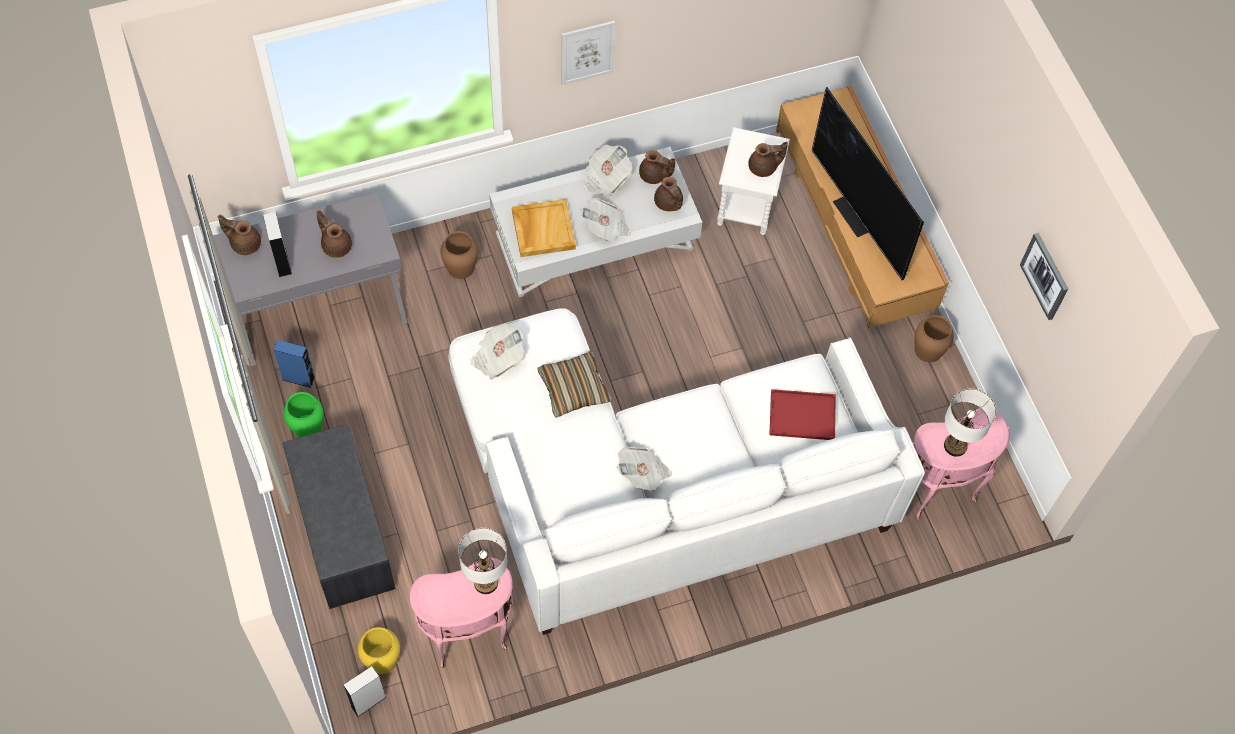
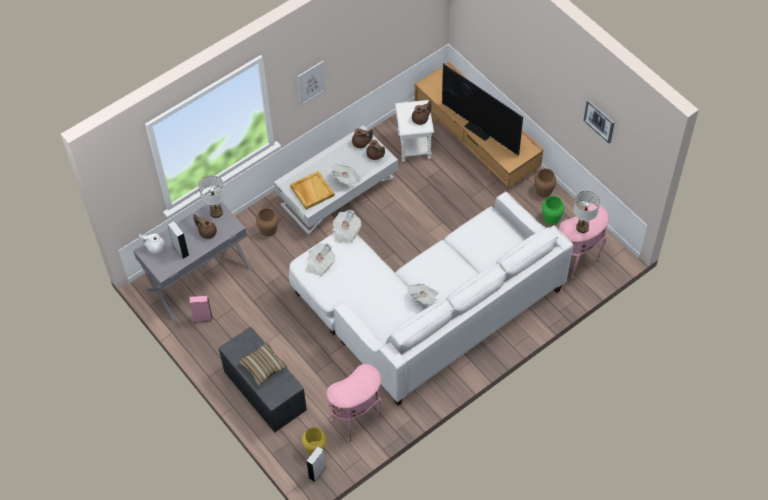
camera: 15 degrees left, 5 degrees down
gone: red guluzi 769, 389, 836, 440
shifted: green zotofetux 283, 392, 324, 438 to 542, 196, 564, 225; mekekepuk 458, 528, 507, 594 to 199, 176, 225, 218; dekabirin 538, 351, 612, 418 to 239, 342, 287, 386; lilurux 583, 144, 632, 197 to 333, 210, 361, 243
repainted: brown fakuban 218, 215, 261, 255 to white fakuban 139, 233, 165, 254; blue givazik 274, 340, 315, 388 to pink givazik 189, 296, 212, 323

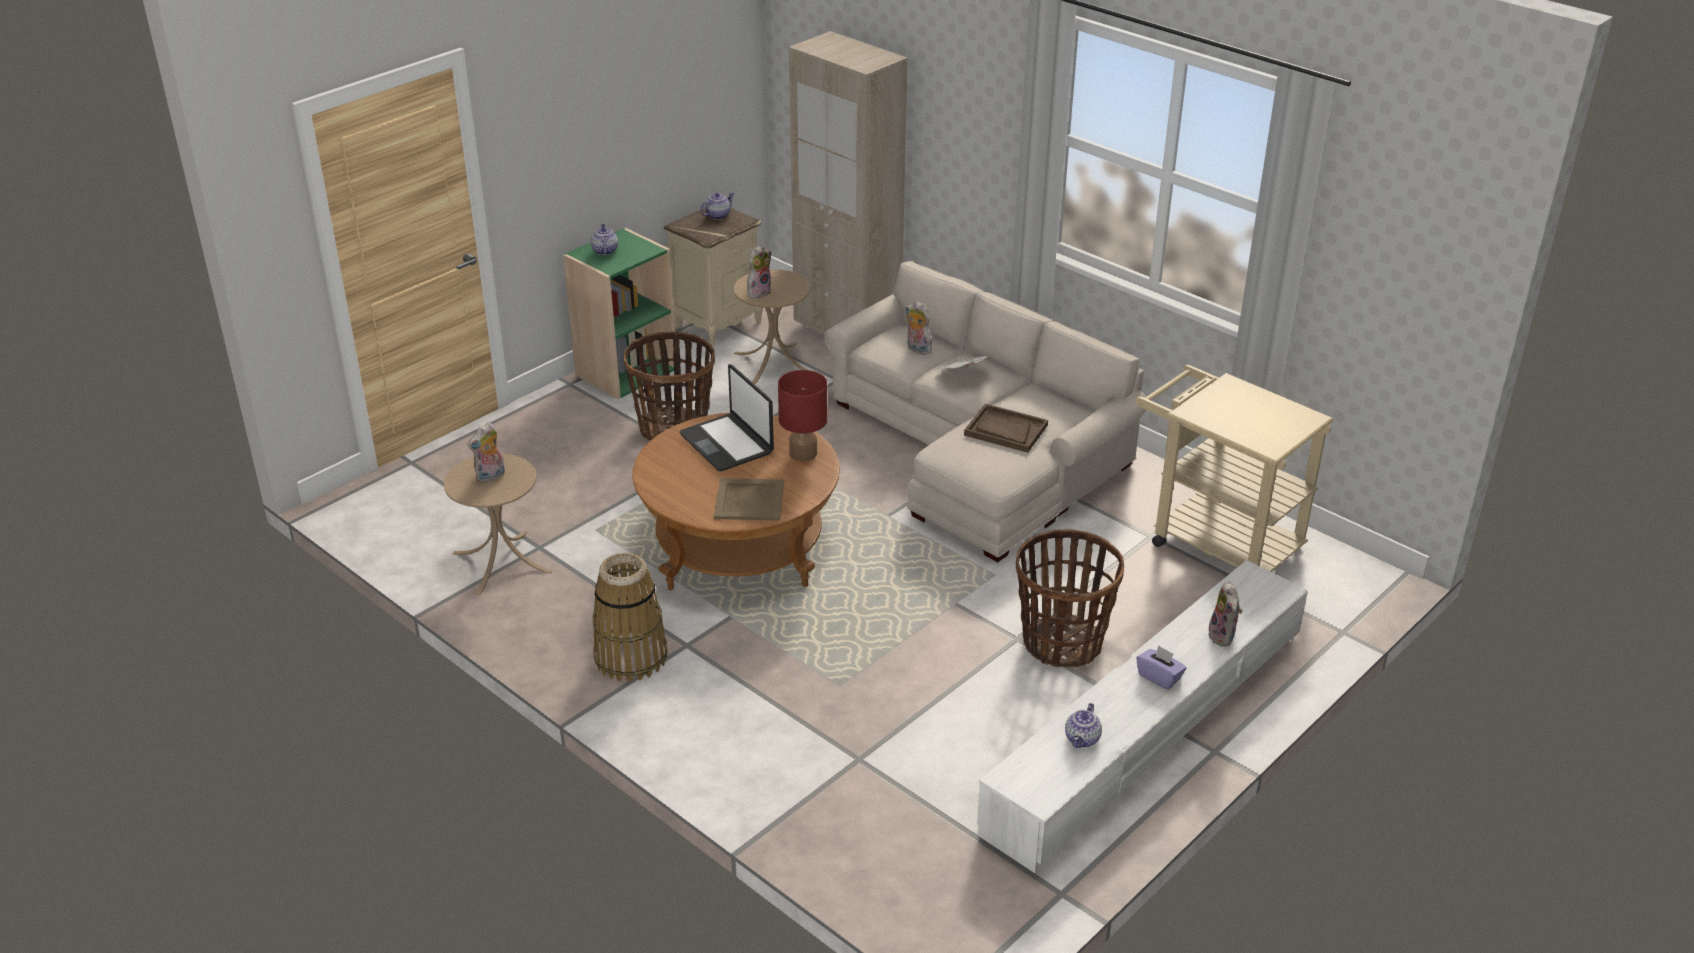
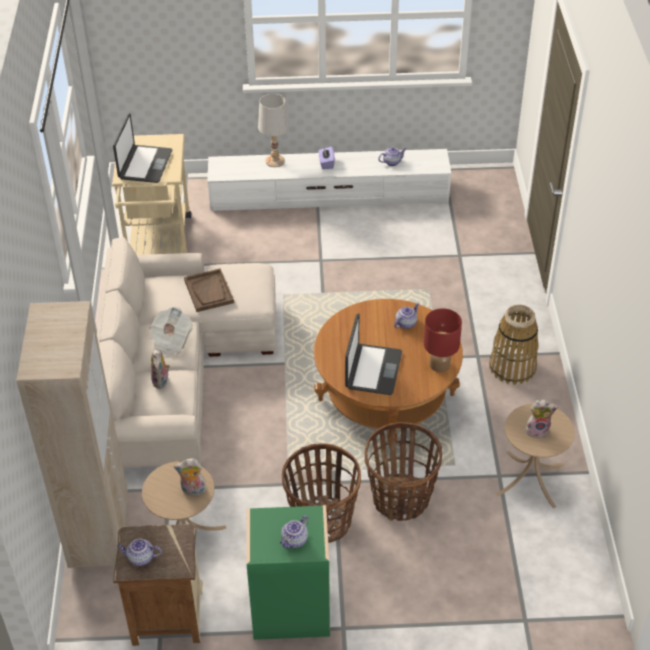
camera: 135 degrees left, 10 degrees up
new: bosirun 113, 113, 172, 183
shifted: red mekekepuk 778, 370, 827, 461 to 424, 308, 462, 372; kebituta 1016, 529, 1124, 667 to 365, 422, 442, 521
swapped: beige guluzi 714, 478, 784, 521 to fakuban 394, 303, 419, 329; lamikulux 1209, 580, 1242, 646 to white mekekepuk 258, 94, 289, 167

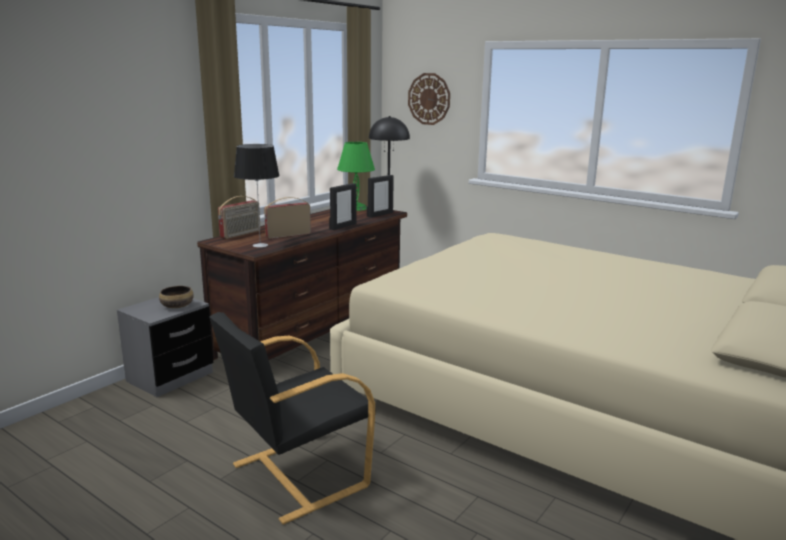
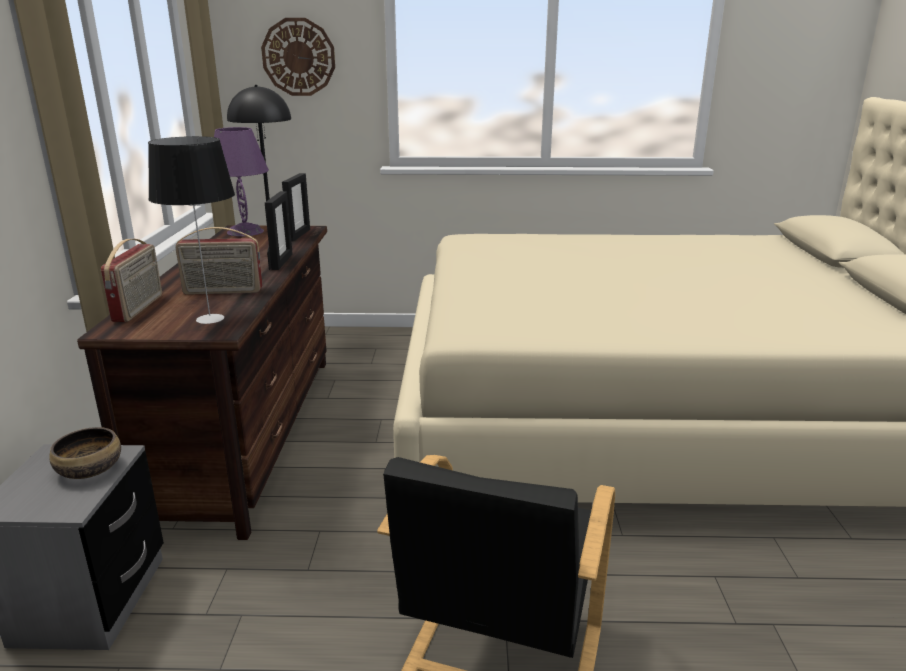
camera: 35 degrees left, 5 degrees up
repainted: green mekekepuk 337, 142, 375, 211 to purple mekekepuk 214, 127, 269, 237
rotated: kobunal 264, 197, 311, 239 = 175, 227, 263, 295 120 degrees counterclockwise

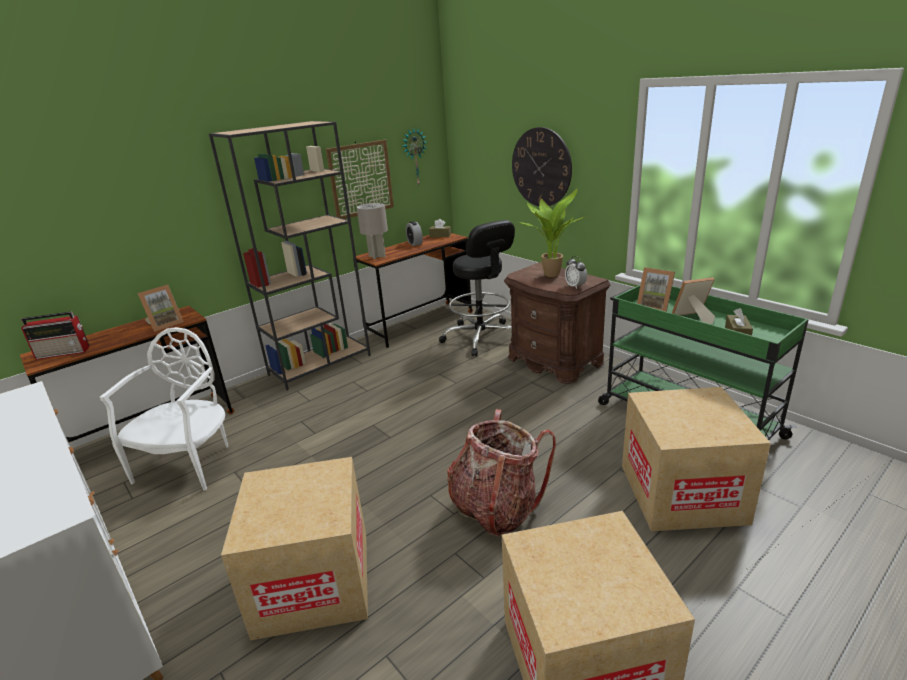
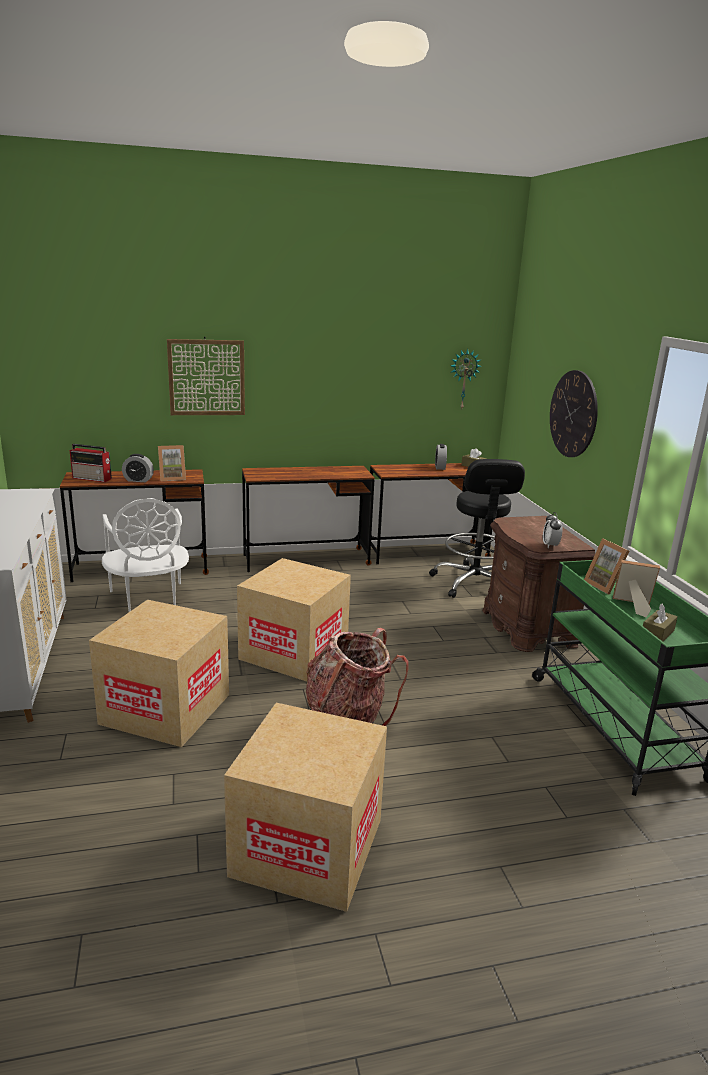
camera: 25 degrees right, 5 degrees down
gone: grey mekekepuk 357, 203, 388, 259; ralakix 516, 189, 584, 277
new: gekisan 122, 454, 154, 482
shifted: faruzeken 326, 140, 394, 219 to 167, 337, 245, 415; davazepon 622, 387, 771, 531 to 237, 558, 351, 682
swapped: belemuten 209, 121, 371, 390 to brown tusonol 242, 466, 375, 572
rotated: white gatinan 100, 327, 229, 491 = 102, 498, 189, 612 120 degrees clockwise

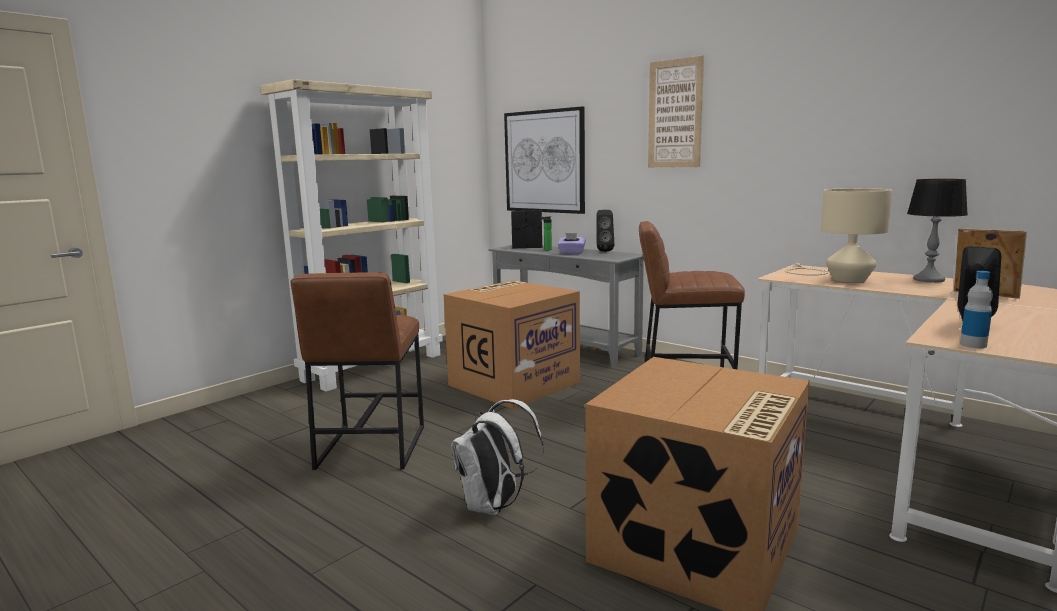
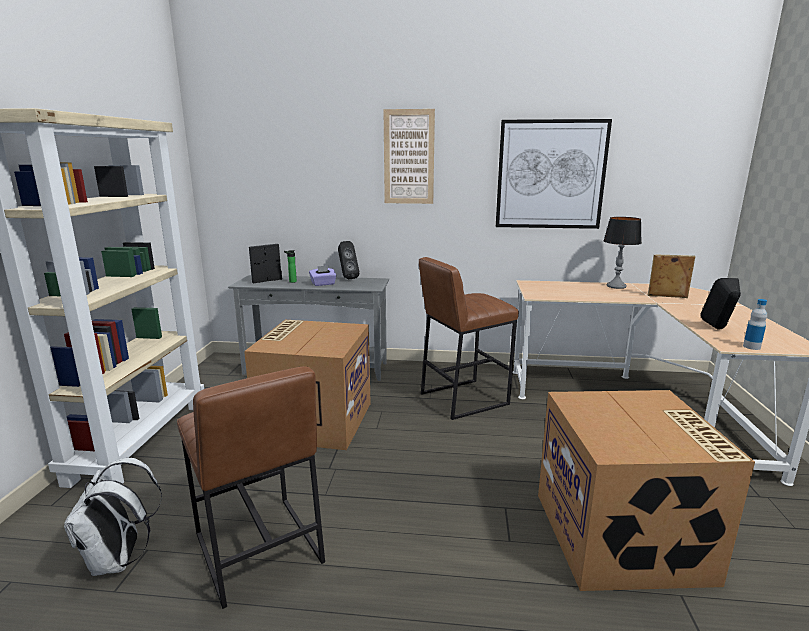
camera: 35 degrees left, 5 degrees up
gone: beige mekekepuk 784, 188, 892, 283
shifted: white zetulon 451, 399, 544, 515 to 64, 458, 162, 576; faruzeken 504, 106, 585, 214 to 496, 119, 612, 229

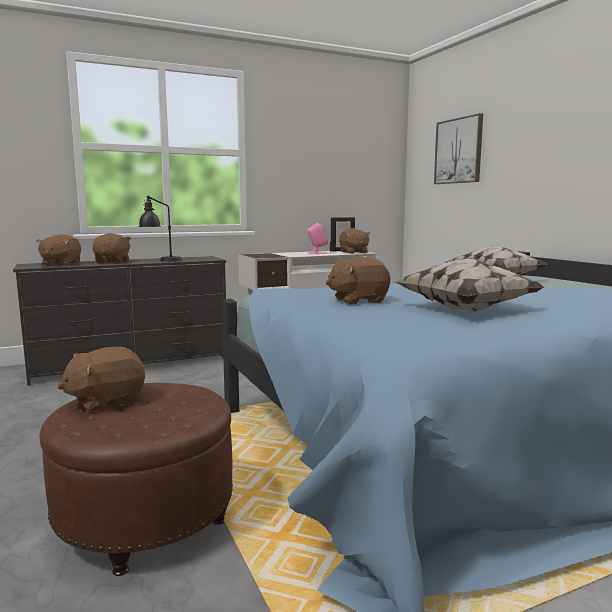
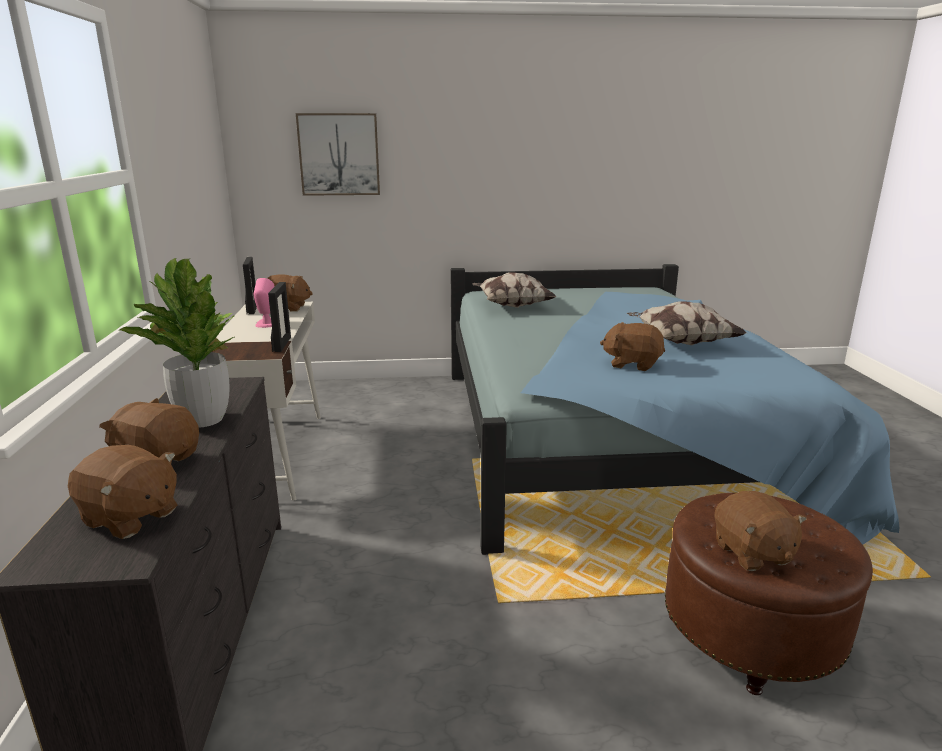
camera: 70 degrees left, 10 degrees up
new: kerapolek 268, 282, 291, 352
swapped: black mekekepuk 139, 196, 182, 262 to ralakix 120, 258, 235, 428
rotated: brown lamikulux 326, 257, 390, 305 = 600, 322, 665, 371 105 degrees clockwise

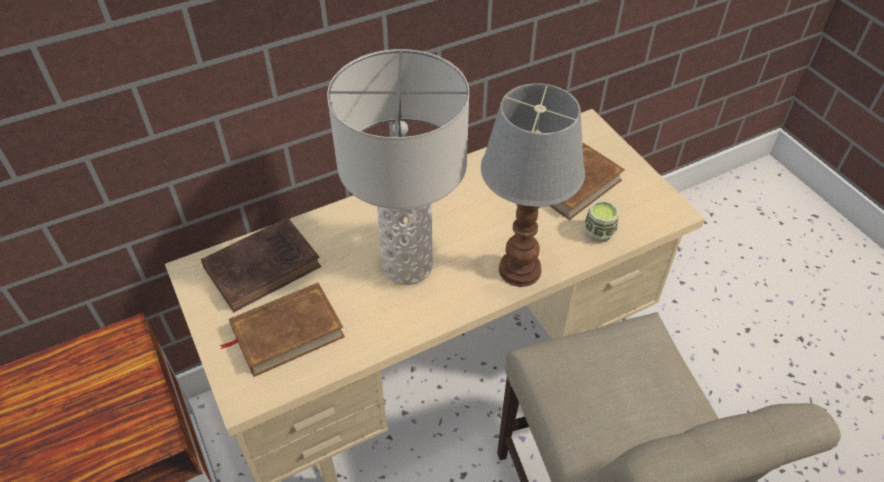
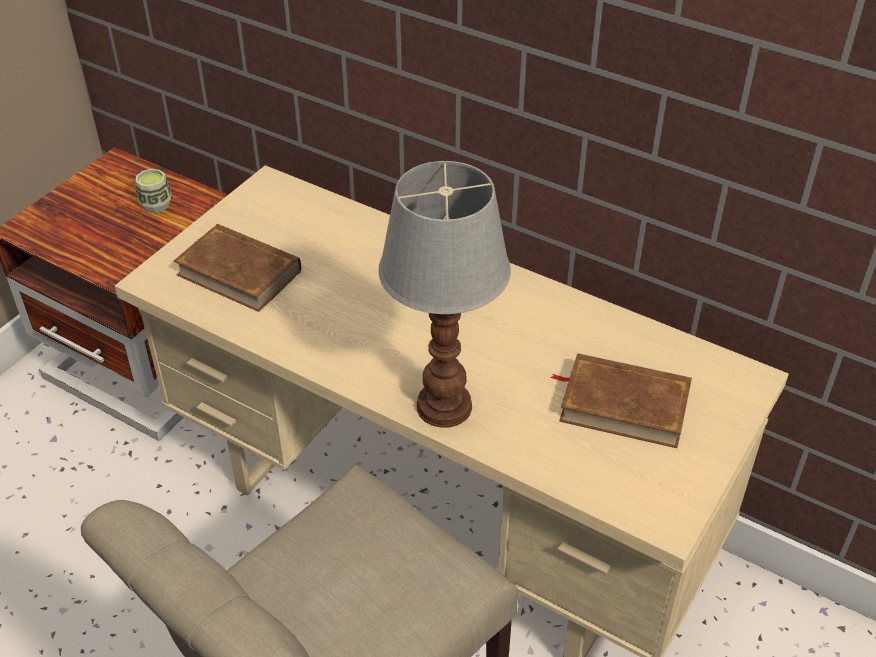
camera: 60 degrees right, 5 degrees down
gone: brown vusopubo 201, 217, 321, 312; white mekekepuk 327, 49, 469, 285
shifted: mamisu 585, 200, 619, 243 to 135, 169, 171, 213

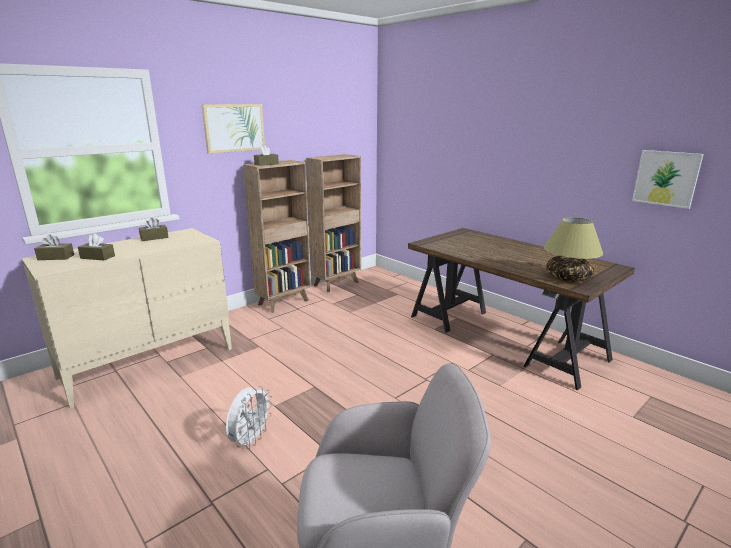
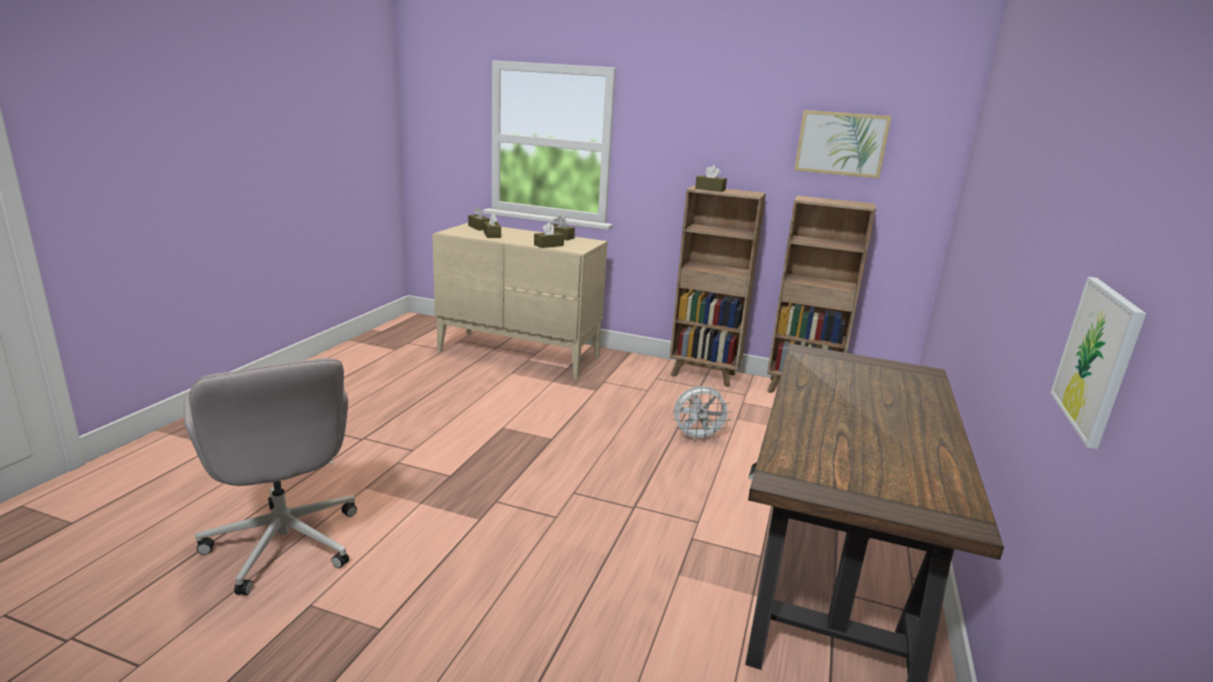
camera: 60 degrees right, 0 degrees up
gone: mekekepuk 544, 217, 603, 282
new: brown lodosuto 534, 222, 564, 248
shifted: faruzeken 201, 104, 265, 154 to 794, 110, 892, 179; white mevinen 226, 386, 273, 449 to 672, 386, 732, 442

